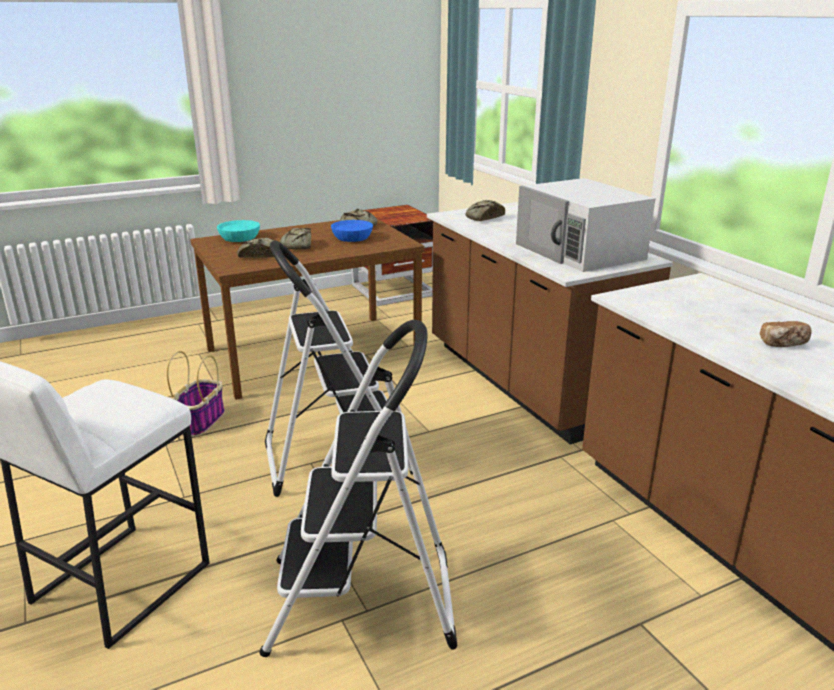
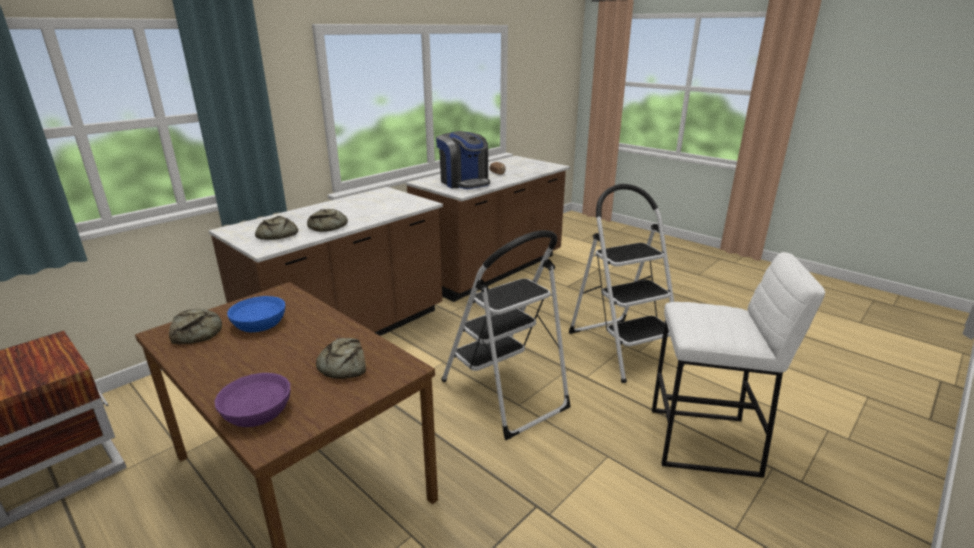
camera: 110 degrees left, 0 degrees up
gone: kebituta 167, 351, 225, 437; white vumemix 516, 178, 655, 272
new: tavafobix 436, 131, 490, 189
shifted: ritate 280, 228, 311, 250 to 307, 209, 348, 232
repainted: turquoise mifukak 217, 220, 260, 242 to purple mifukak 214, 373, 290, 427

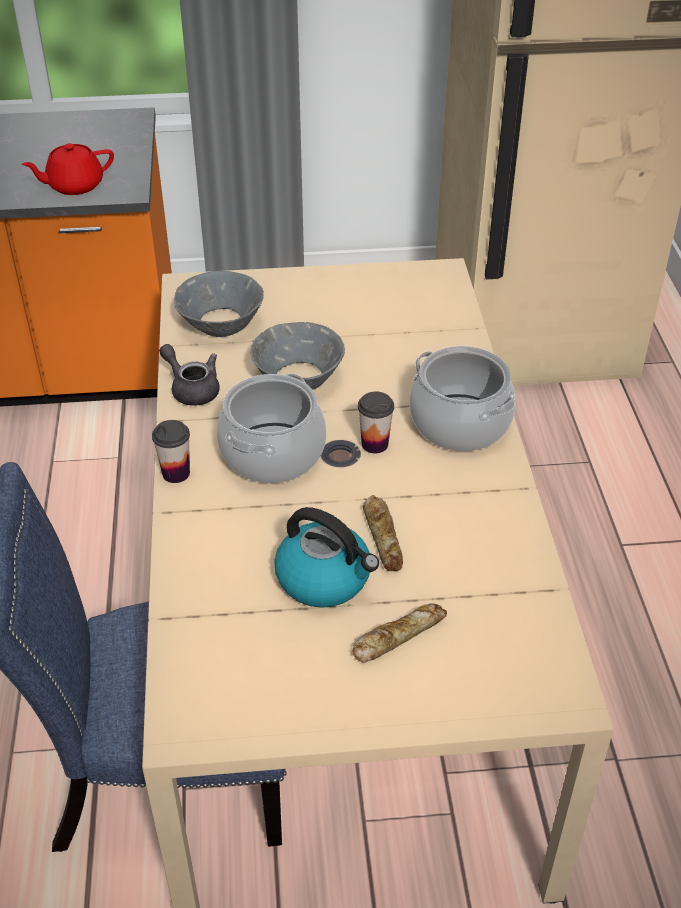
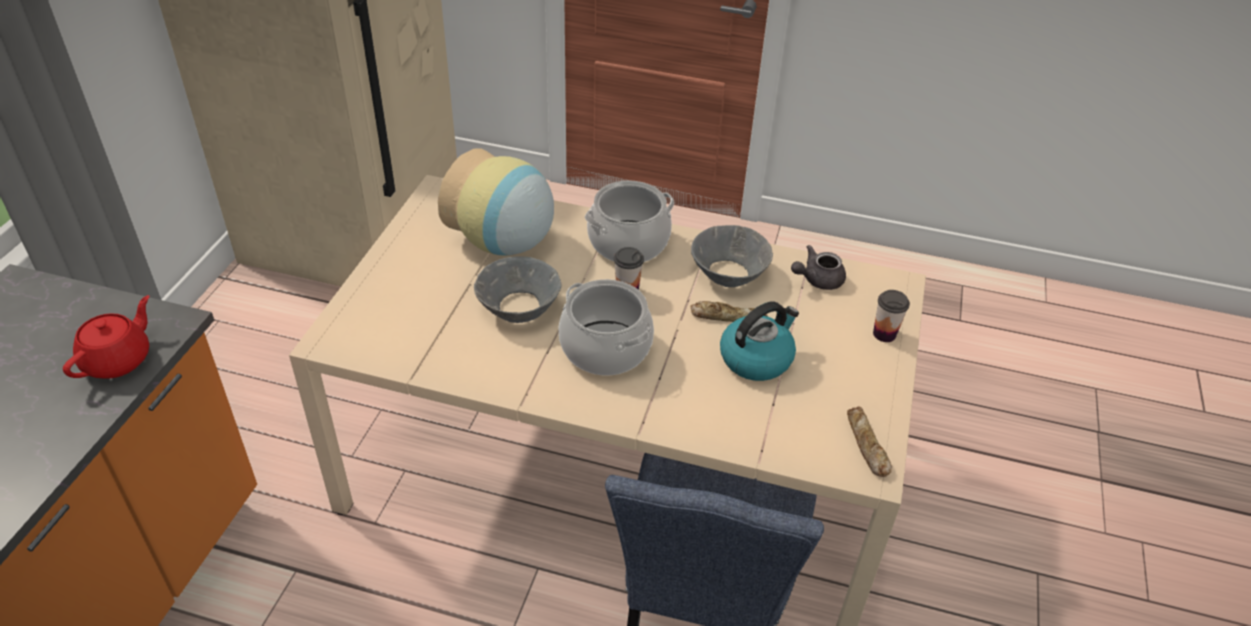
camera: 70 degrees left, 0 degrees up
new: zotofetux 438, 148, 554, 255
shifted: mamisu 152, 420, 190, 483 to 873, 290, 910, 342; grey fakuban 159, 344, 220, 406 to 791, 245, 846, 290; grey mifukak 174, 271, 264, 337 to 691, 225, 773, 287; ritate 352, 603, 447, 663 to 847, 406, 892, 477
rotated: red fakuban 22, 143, 114, 195 = 63, 295, 150, 379 150 degrees counterclockwise

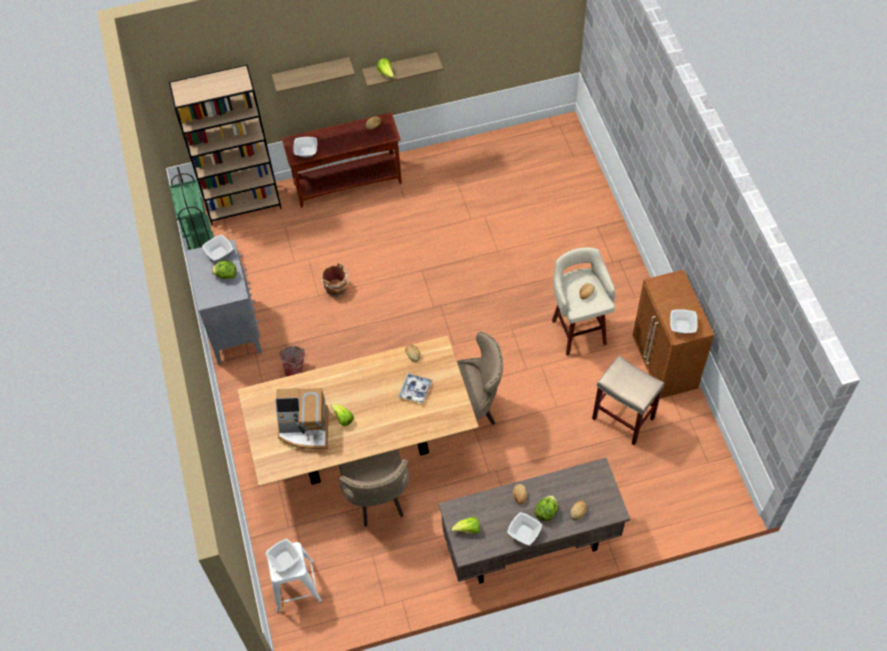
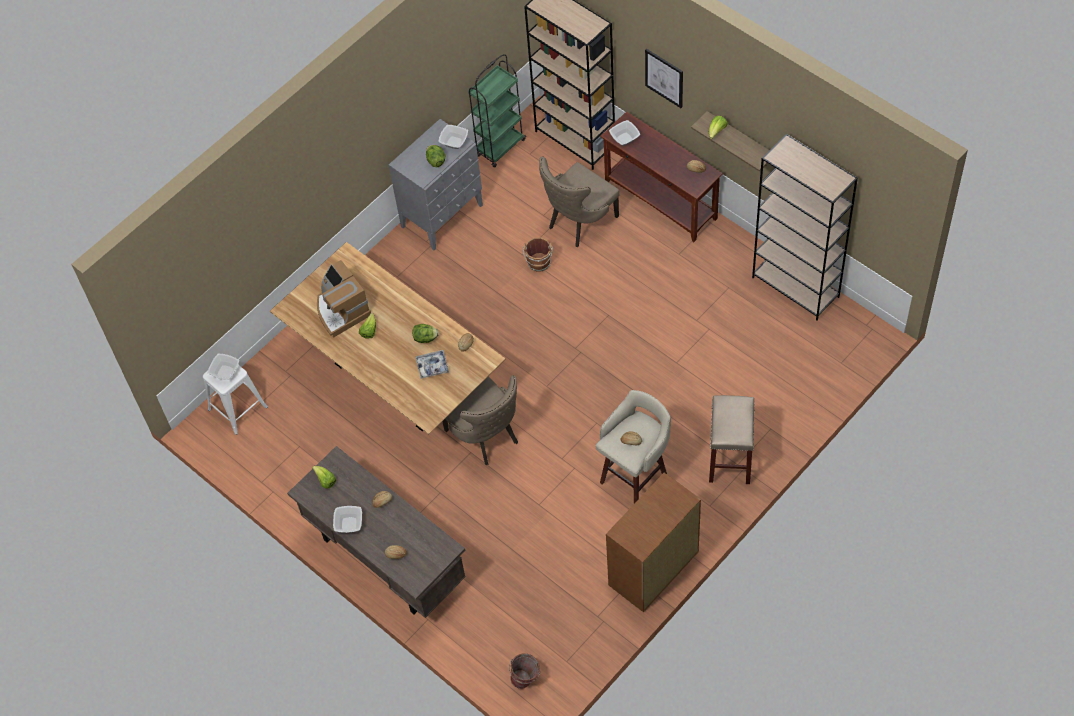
camera: 60 degrees right, 0 degrees up
gone: mifukak 670, 309, 697, 334
new: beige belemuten 752, 134, 858, 321
shifted: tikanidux 280, 346, 306, 376 to 509, 653, 540, 689; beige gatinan 339, 449, 409, 526 to 539, 157, 619, 247; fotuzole 534, 495, 558, 521 to 412, 324, 439, 343; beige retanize 592, 356, 664, 445 to 709, 395, 755, 484
swapped: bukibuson 272, 57, 355, 93 to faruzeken 645, 49, 683, 108

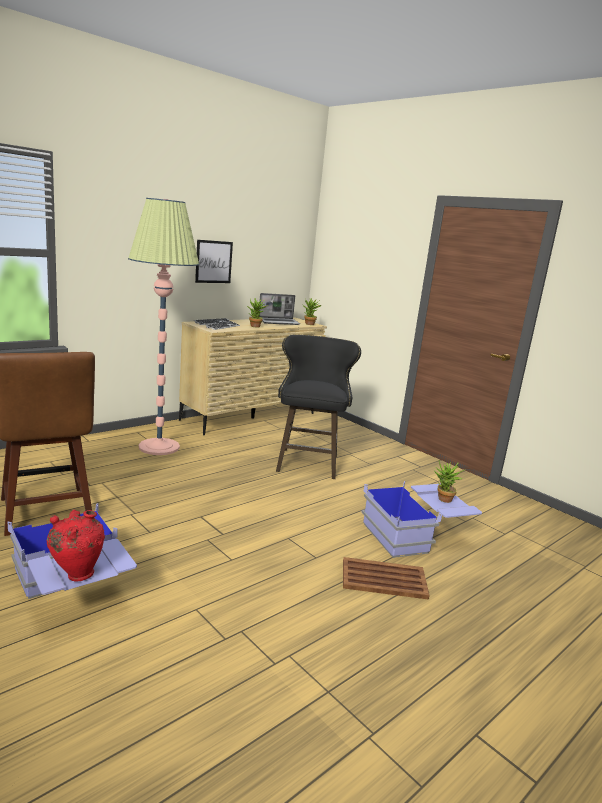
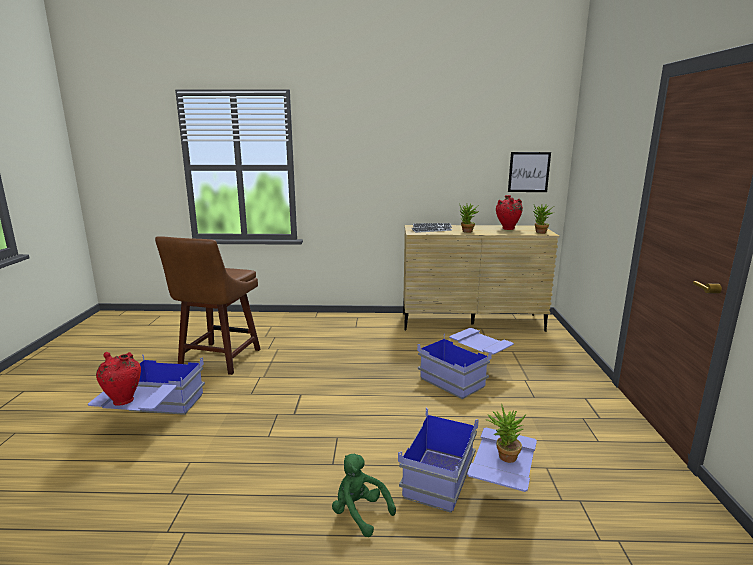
camera: 45 degrees right, 0 degrees up
gone: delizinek 128, 198, 199, 455
shifted: faruzeken 195, 240, 233, 283 to 508, 152, 551, 192
swapped: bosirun 259, 293, 300, 325 to red zotofetux 496, 195, 523, 230; black retanize 276, 334, 361, 479 to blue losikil 417, 328, 514, 399; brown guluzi 343, 557, 430, 600 to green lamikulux 332, 453, 396, 537

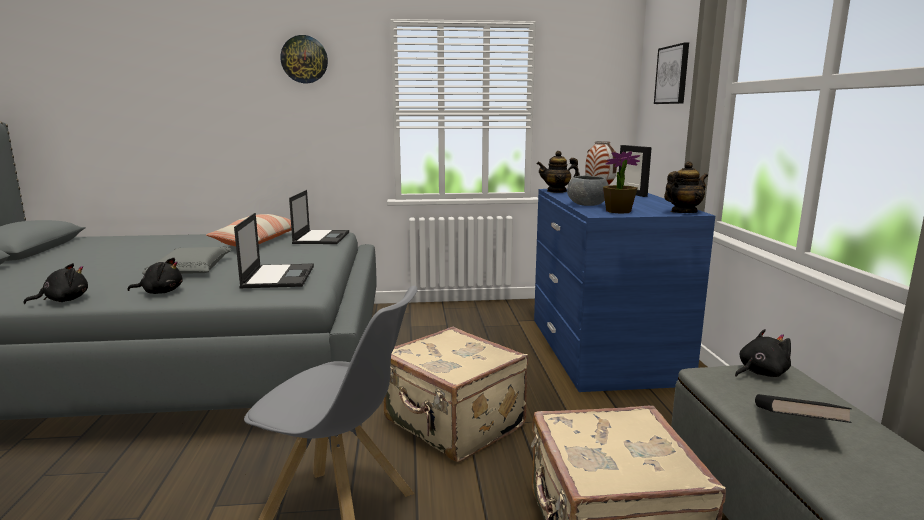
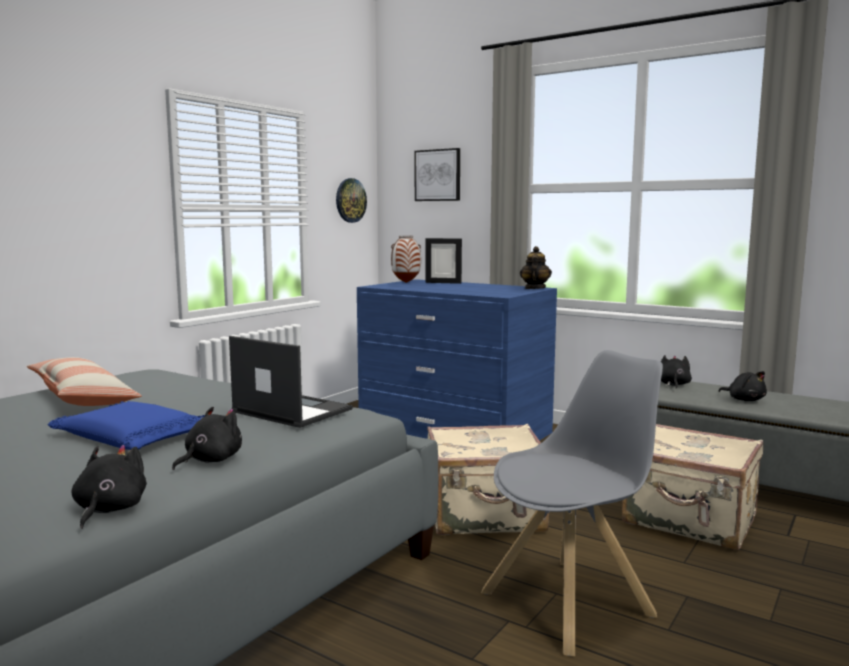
camera: 50 degrees left, 5 degrees down
gone: bosirun 289, 190, 349, 244; fakuban 537, 151, 580, 193; grey mifukak 567, 175, 609, 206; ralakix 603, 151, 640, 214
shifted: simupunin 280, 35, 328, 83 to 336, 178, 367, 223
swapped: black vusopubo 755, 394, 852, 423 to black lamikulux 719, 371, 767, 401
repainted: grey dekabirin 142, 246, 231, 275 to blue dekabirin 48, 401, 205, 450

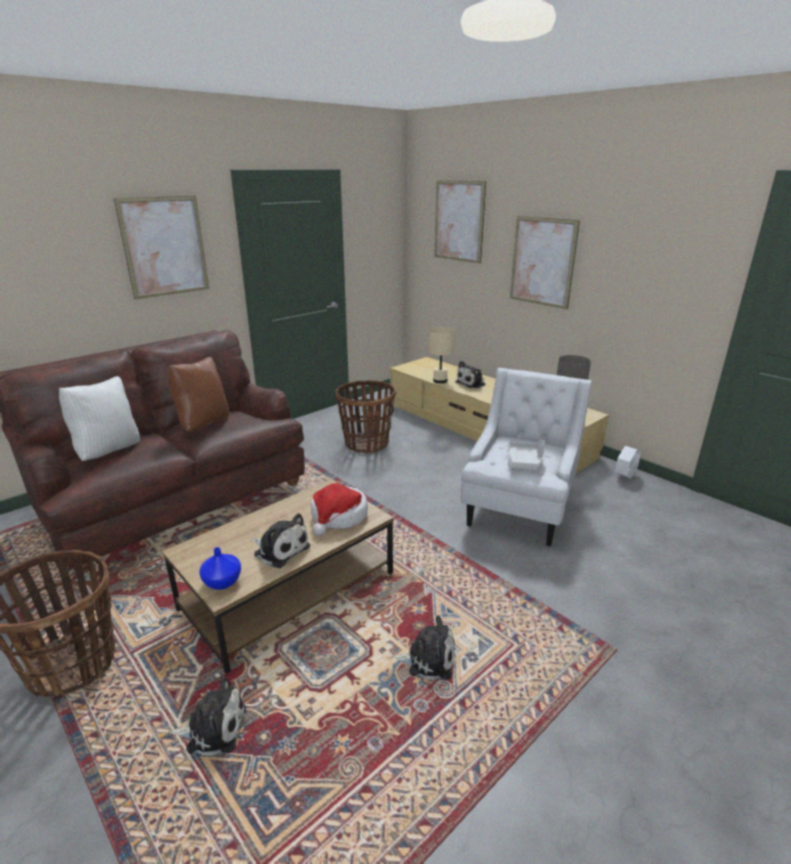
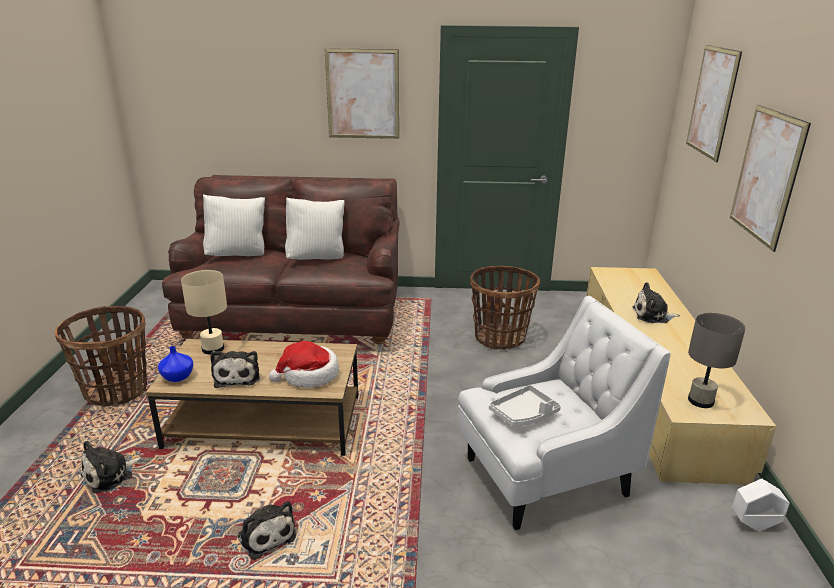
camera: 45 degrees right, 0 degrees up
shifted: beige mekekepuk 429, 327, 455, 383 to 181, 270, 227, 354
repainted: brown dekabirin 167, 357, 229, 432 to white dekabirin 285, 197, 344, 260
rotated: lamikulux 170, 677, 246, 756 = 81, 440, 141, 493 90 degrees clockwise

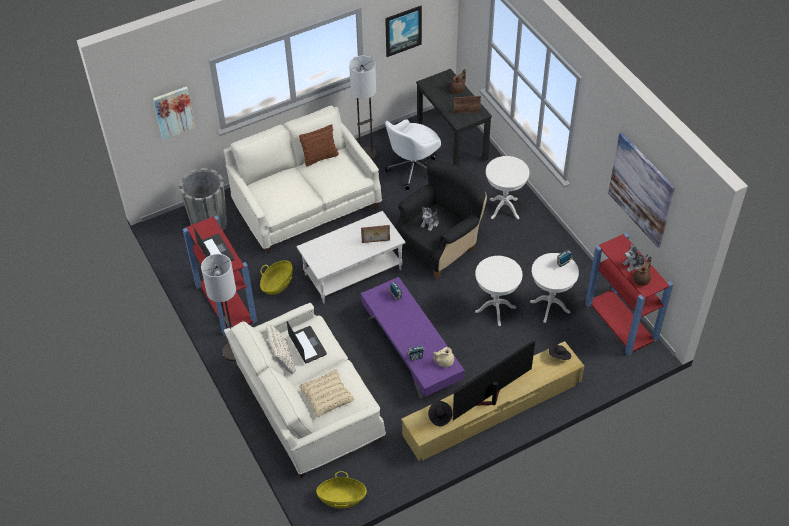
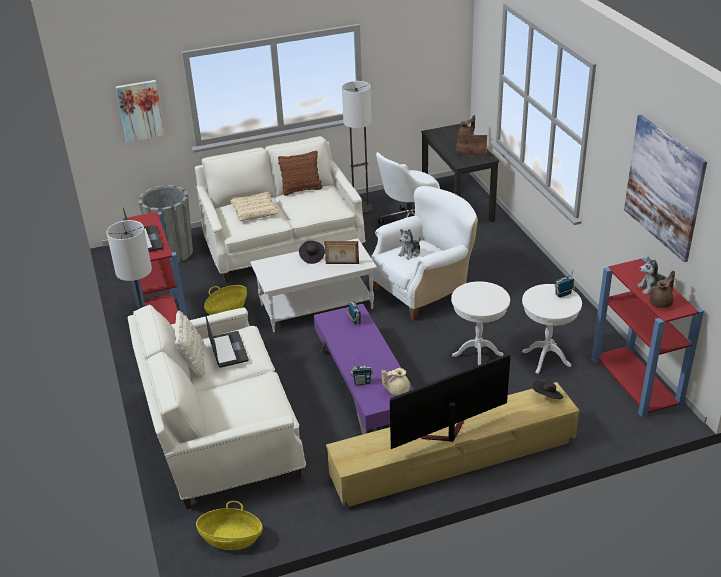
camera: 10 degrees right, 15 degrees down
gone: faruzeken 385, 6, 422, 57; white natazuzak 486, 156, 529, 220
shifted: beige dekabirin 299, 370, 354, 417 to 230, 192, 279, 221; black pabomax 428, 401, 452, 426 to 299, 241, 325, 264
repainted: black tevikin 395, 161, 487, 279 to white tevikin 371, 186, 478, 320

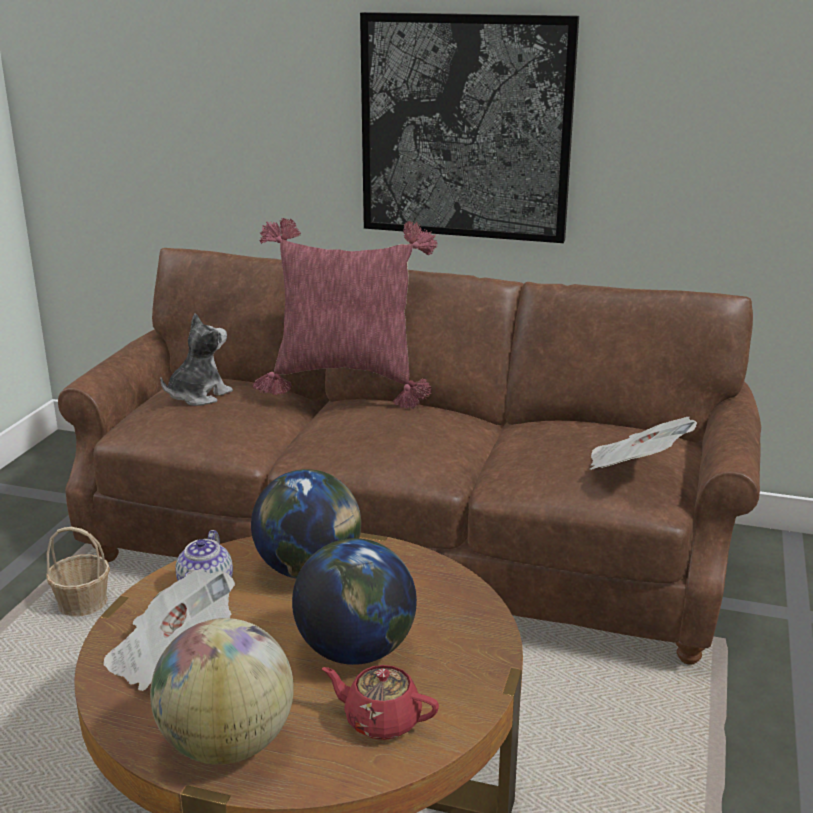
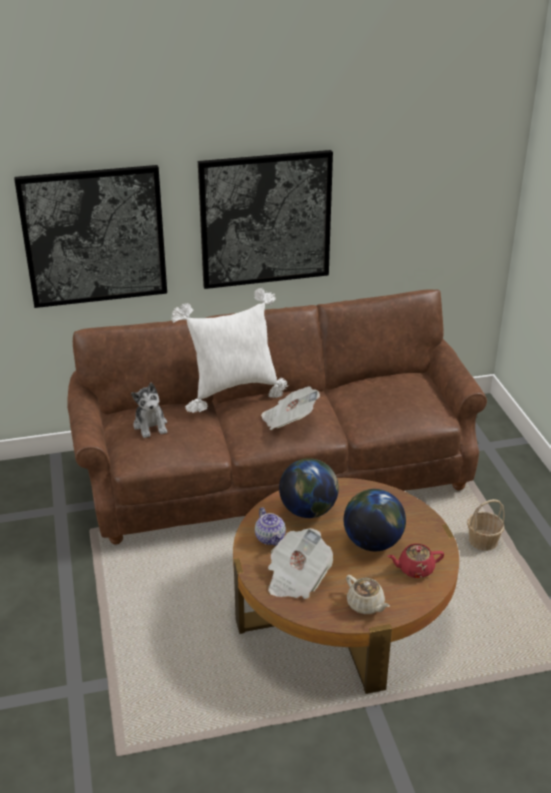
camera: 30 degrees left, 10 degrees up
new: faruzeken 14, 165, 167, 308
shifted: kebituta 46, 527, 110, 617 to 467, 499, 505, 551; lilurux 590, 416, 697, 470 to 261, 386, 320, 430
swapped: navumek 150, 618, 294, 764 to beige fakuban 346, 575, 390, 614
repainted: red dekabirin 252, 218, 437, 410 to white dekabirin 171, 288, 289, 413
rotated: lamikulux 160, 313, 233, 406 = 131, 383, 167, 438 150 degrees clockwise

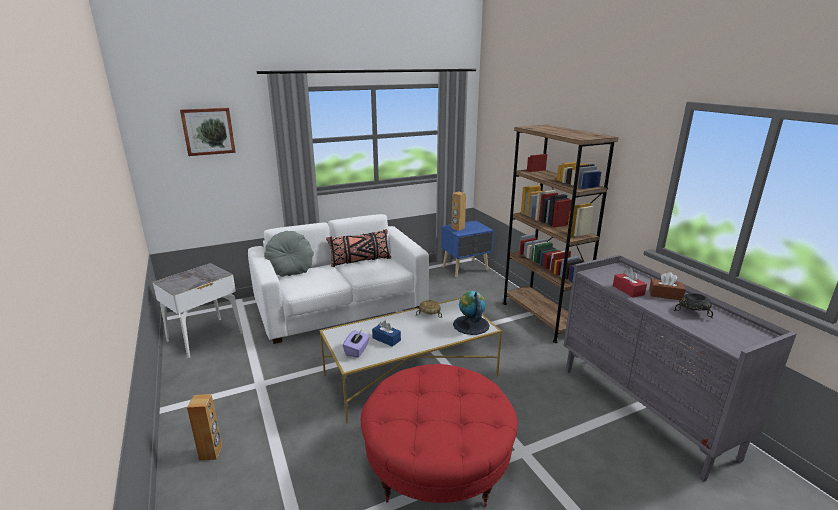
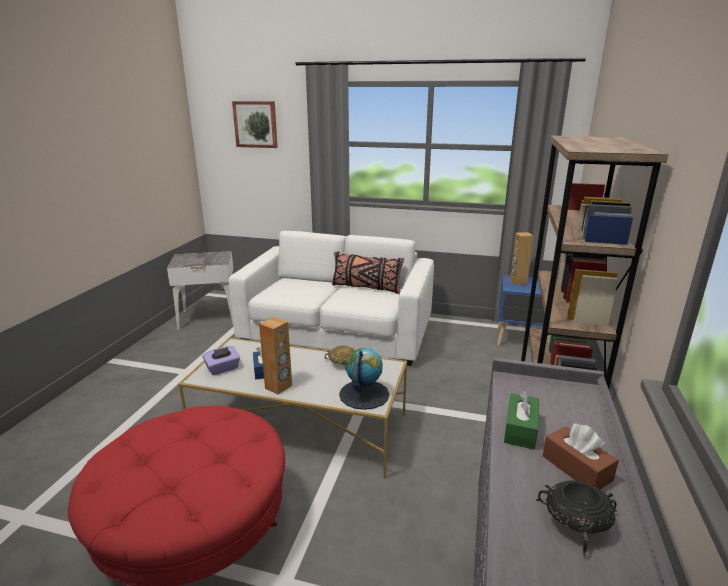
camera: 40 degrees right, 0 degrees up
gone: grey dekabirin 264, 231, 314, 277
shifted: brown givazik 187, 394, 222, 460 to 259, 317, 292, 395
repainted: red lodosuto 613, 268, 647, 298 to green lodosuto 504, 389, 539, 449

